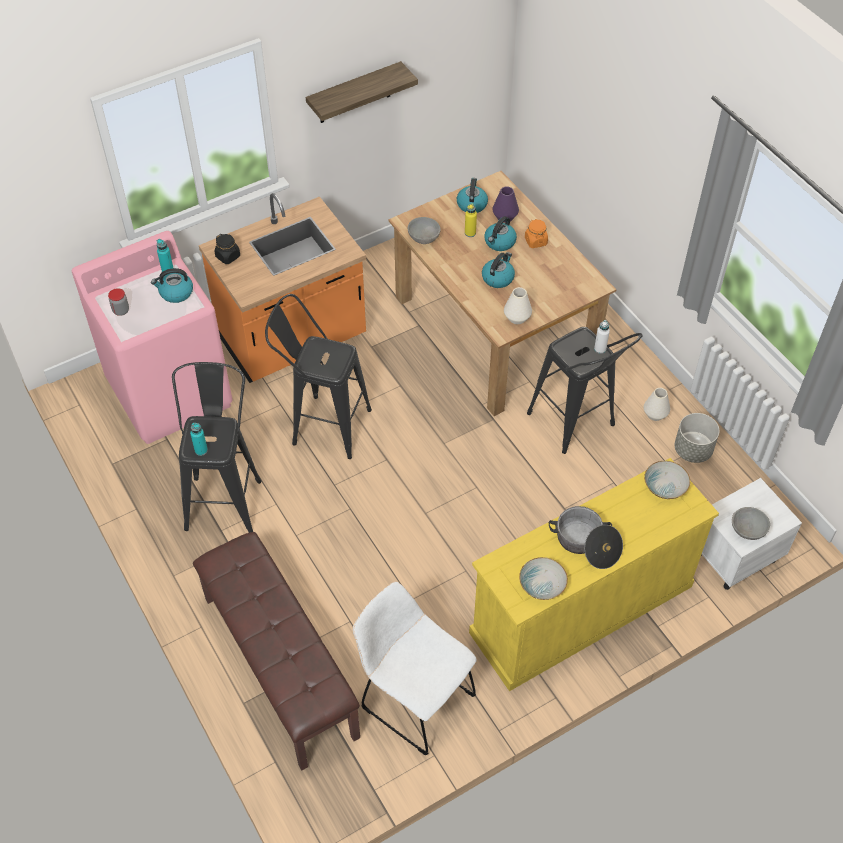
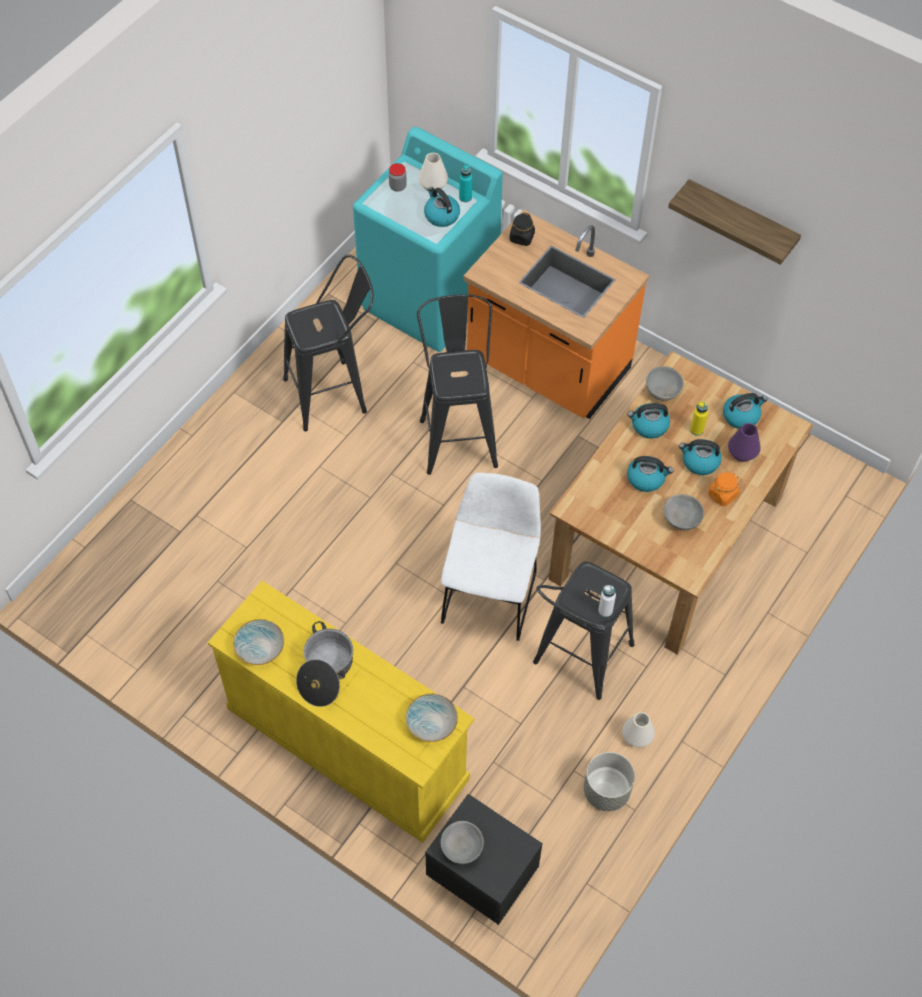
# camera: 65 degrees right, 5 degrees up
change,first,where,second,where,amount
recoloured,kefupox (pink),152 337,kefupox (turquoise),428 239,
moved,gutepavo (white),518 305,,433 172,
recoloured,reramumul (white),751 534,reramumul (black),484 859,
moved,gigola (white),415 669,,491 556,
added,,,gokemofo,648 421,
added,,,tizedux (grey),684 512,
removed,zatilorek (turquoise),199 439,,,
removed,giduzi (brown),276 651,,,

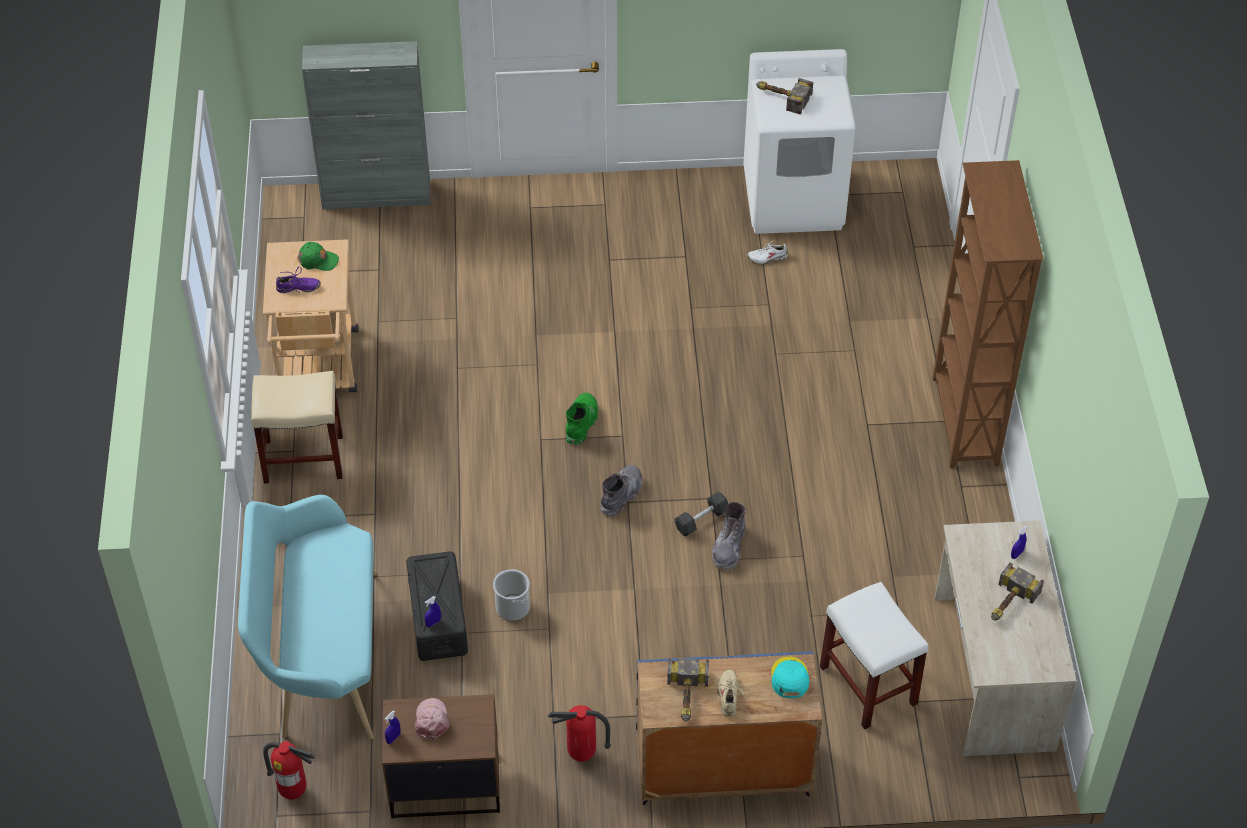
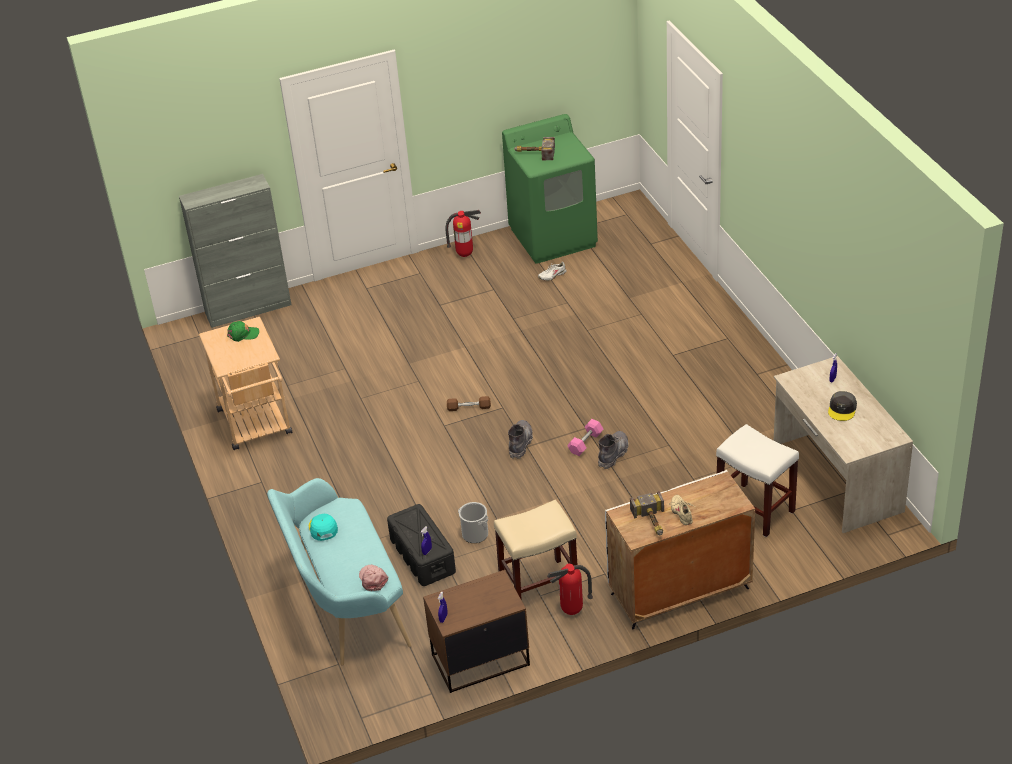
# camera: 15 degrees left, 10 degrees down
change,first,where,second,where,amount
moved,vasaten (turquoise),790 677,,323 527,
moved,vasaten (pink),432 719,,373 578,
moved,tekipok,289 770,,463 233,
replaced,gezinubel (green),582 419,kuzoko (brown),469 403,
moved,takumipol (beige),297 427,,535 550,
recoloured,kefupox (white),799 141,kefupox (green),550 189,
recoloured,kuzoko (grey),701 514,kuzoko (pink),585 437,
turned,gezinubel (grey),729 536,,613 450,150 degrees counterclockwise
recoloured,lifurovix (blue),729 728,lifurovix (white),680 549,
replaced,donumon,1017 591,vasaten (grey),842 406,
removed,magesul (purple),298 279,,,
removed,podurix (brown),988 314,,,

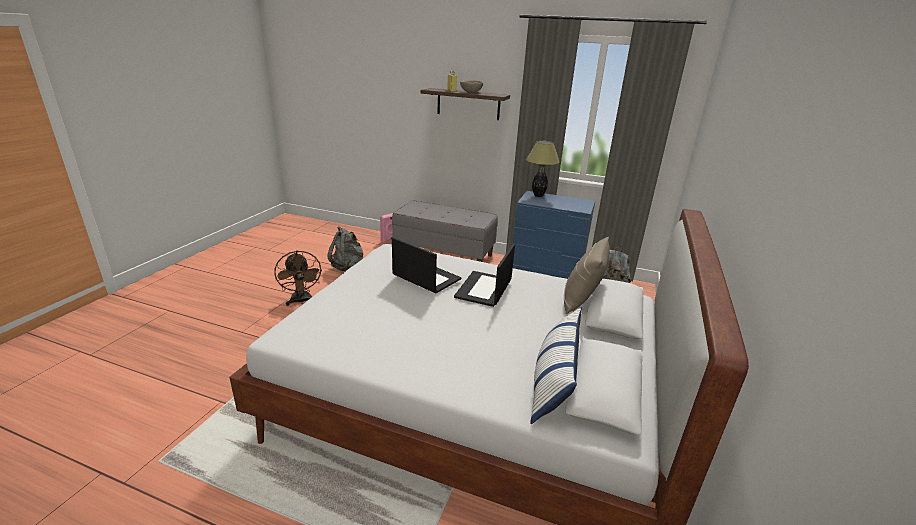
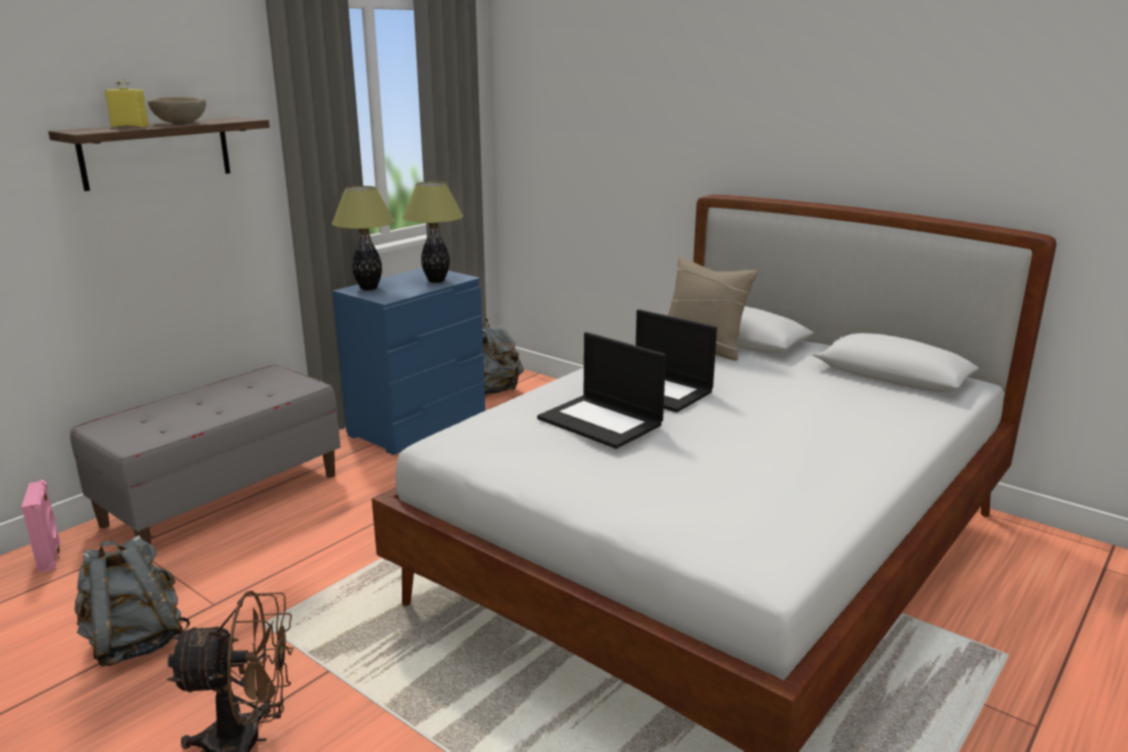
# camera: 70 degrees left, 5 degrees down
change,first,where,second,where,amount
added,,,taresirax,433 232,
turned,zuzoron,426 265,,601 390,105 degrees counterclockwise
removed,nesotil,556 365,,,

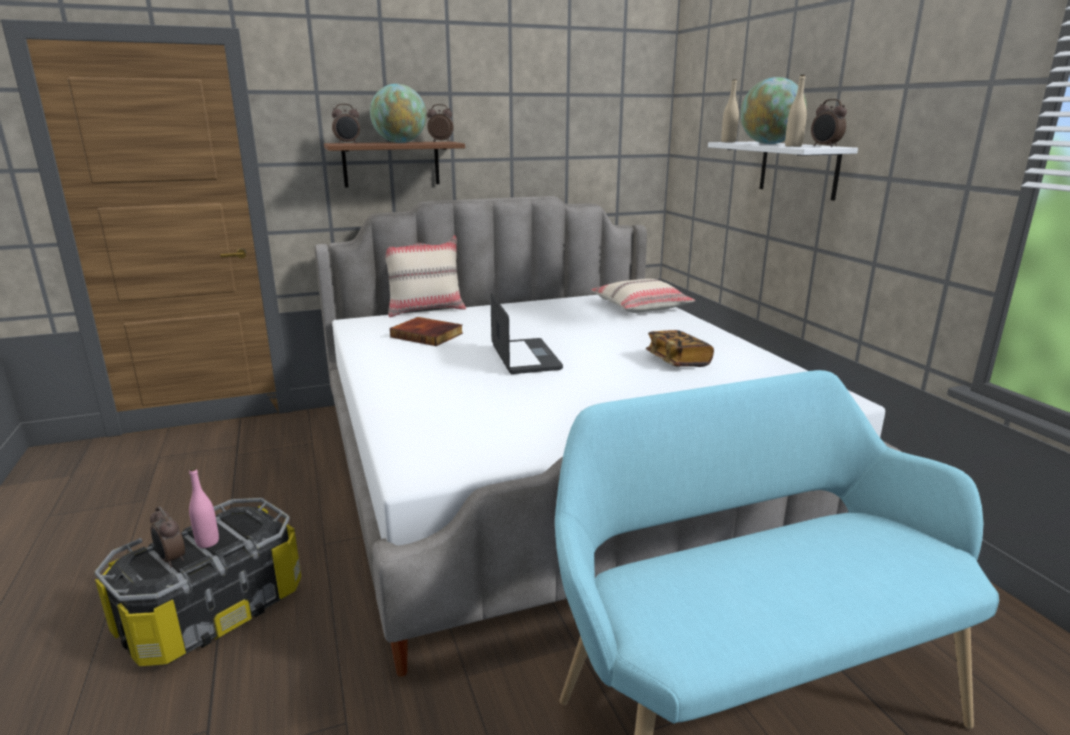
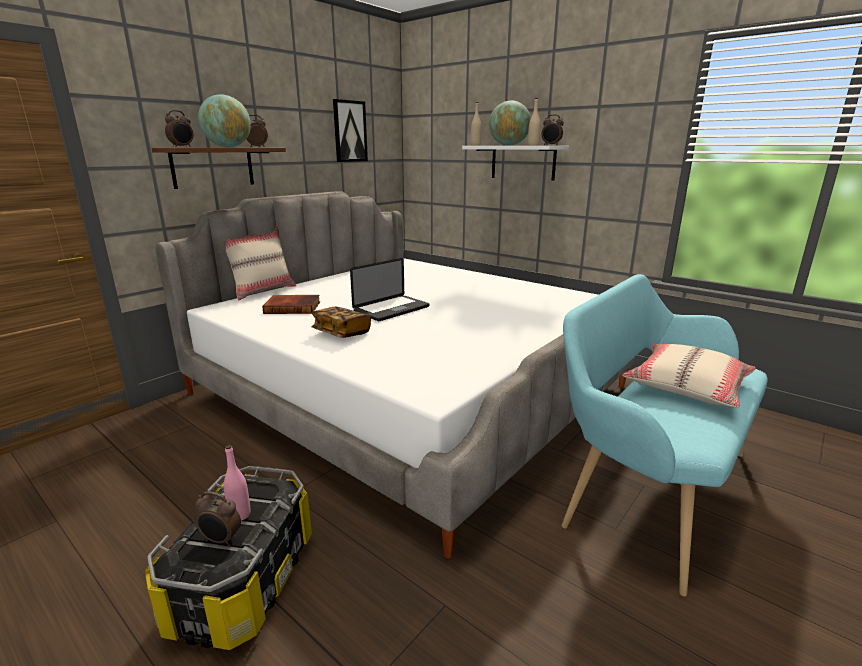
# camera: 30 degrees left, 0 degrees up
change,first,where,second,where,amount
moved,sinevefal,680 348,,341 322,
added,,,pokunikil,350 130,
turned,zuzoron,526 333,,390 289,90 degrees clockwise
moved,nesotil (beige),643 296,,689 376,

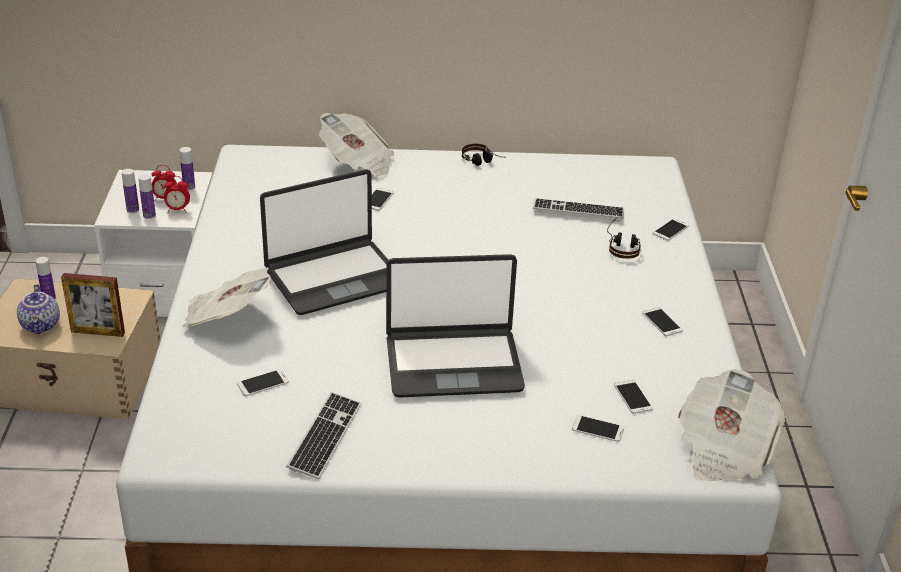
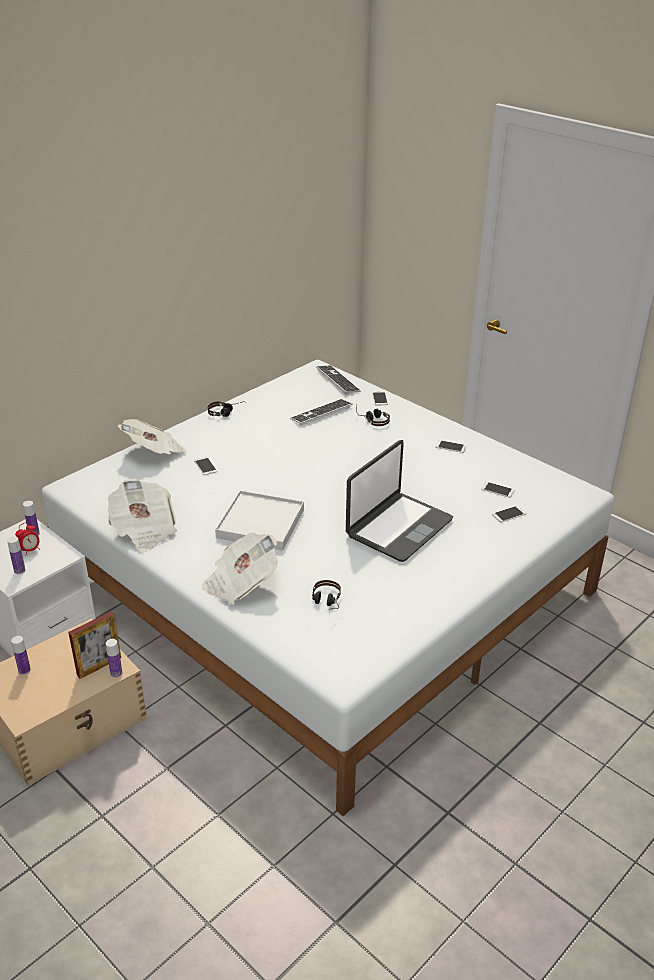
# camera: 45 degrees left, 0 degrees up
change,first,where,second,where,amount
moved,zatilorek,147 196,,114 658,
moved,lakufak,731 425,,142 515,
replaced,zuzoron,324 242,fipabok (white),259 520,
replaced,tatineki,263 382,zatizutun,326 595,
moved,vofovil,323 435,,338 379,
removed,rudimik,38 309,,,
removed,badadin,177 194,,,

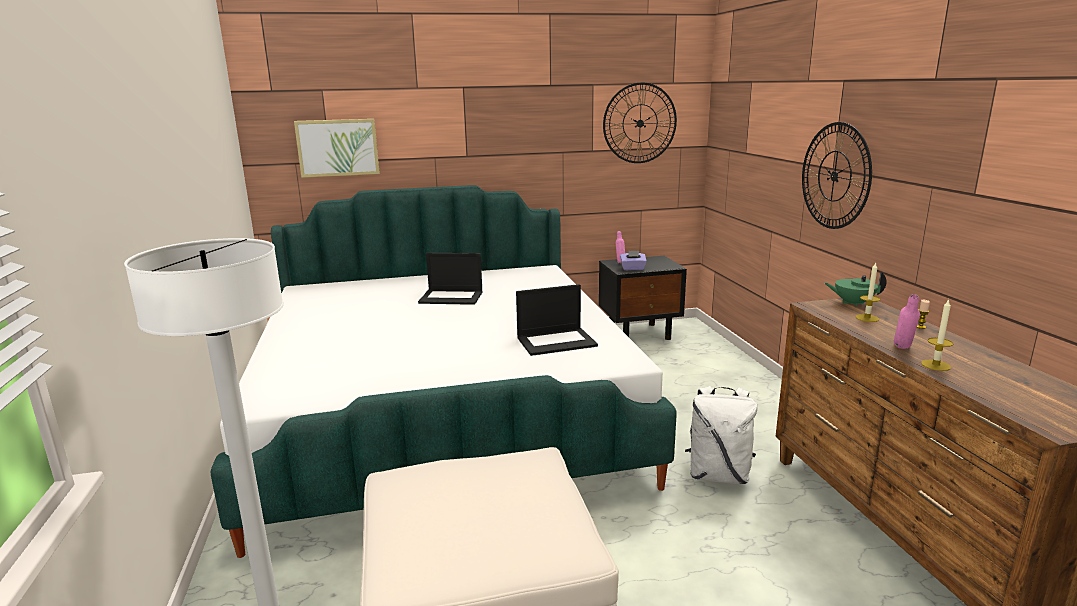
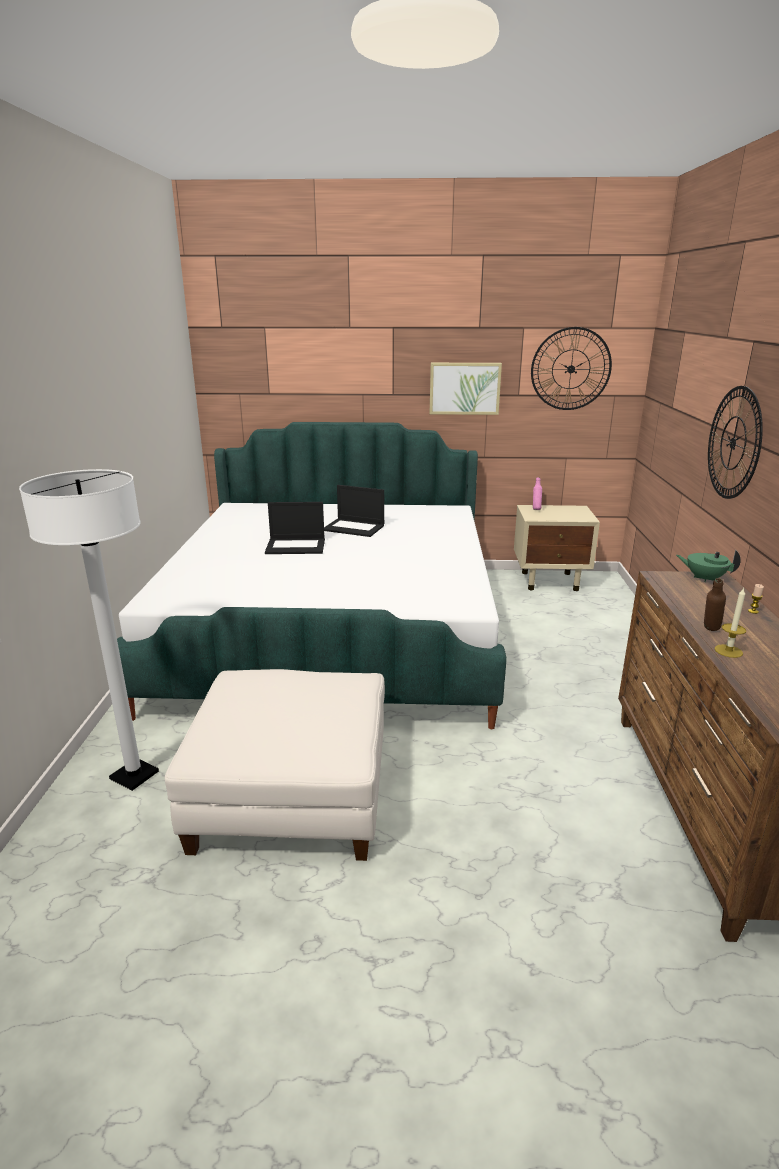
# camera: 15 degrees right, 5 degrees up
change,first,where,second,where,amount
moved,zuzoron,557 320,,295 528,
moved,pokunikil,337 148,,466 389,
recoloured,reramumul (black),643 298,reramumul (beige),557 548,
recoloured,zatilorek (pink),907 321,zatilorek (brown),715 604,
removed,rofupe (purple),633 260,,,
removed,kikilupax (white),721 435,,,
removed,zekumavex,868 292,,,

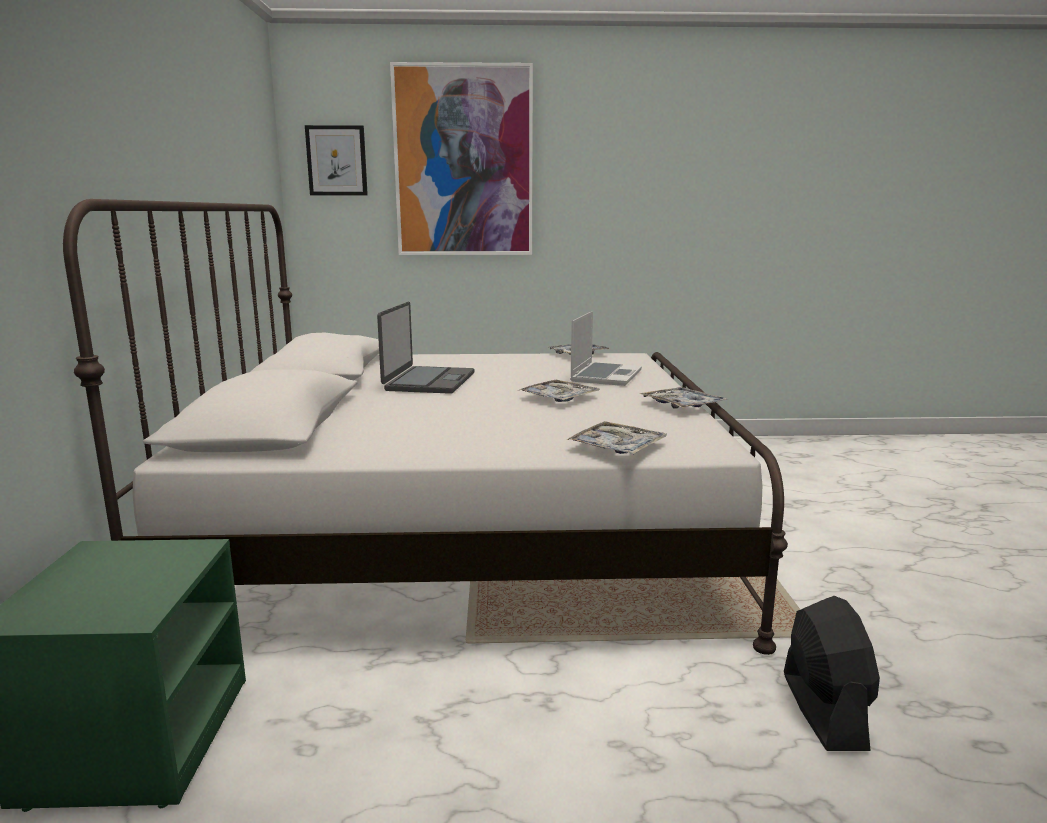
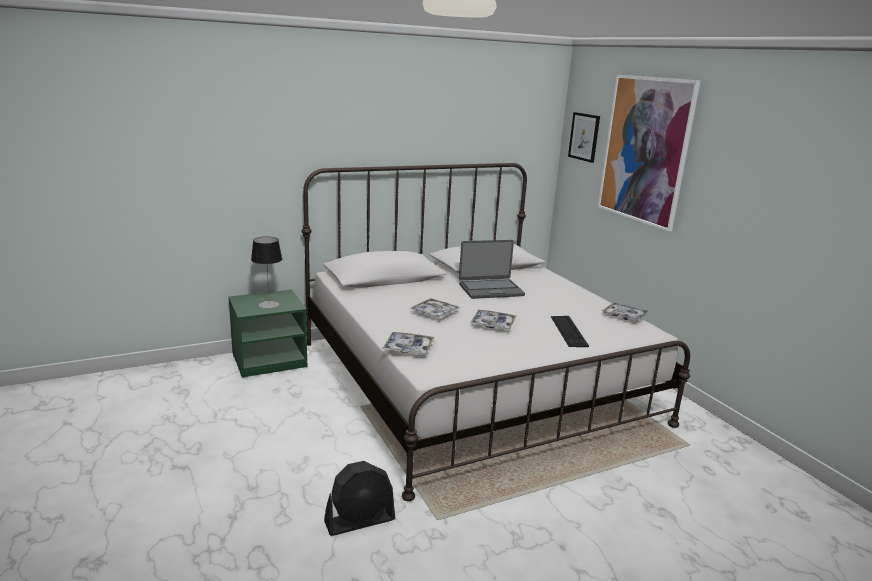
# camera: 65 degrees right, 5 degrees up
change,first,where,second,where,amount
added,,,taresirax,266 273,
moved,fipabok,684 398,,435 308,
replaced,zuzoron,606 348,vofovil,570 331,

